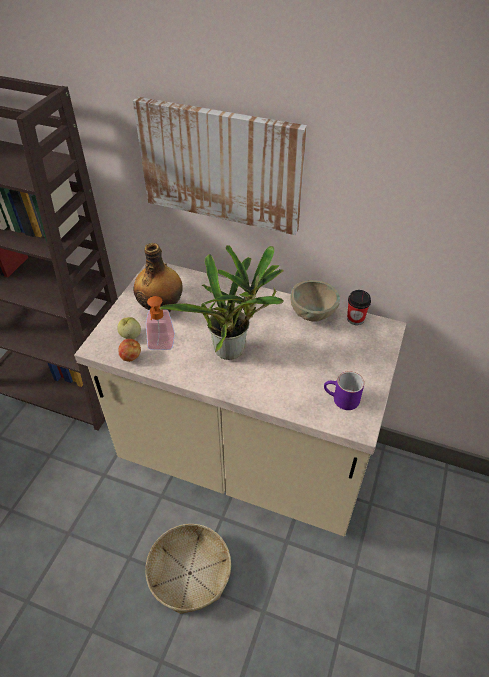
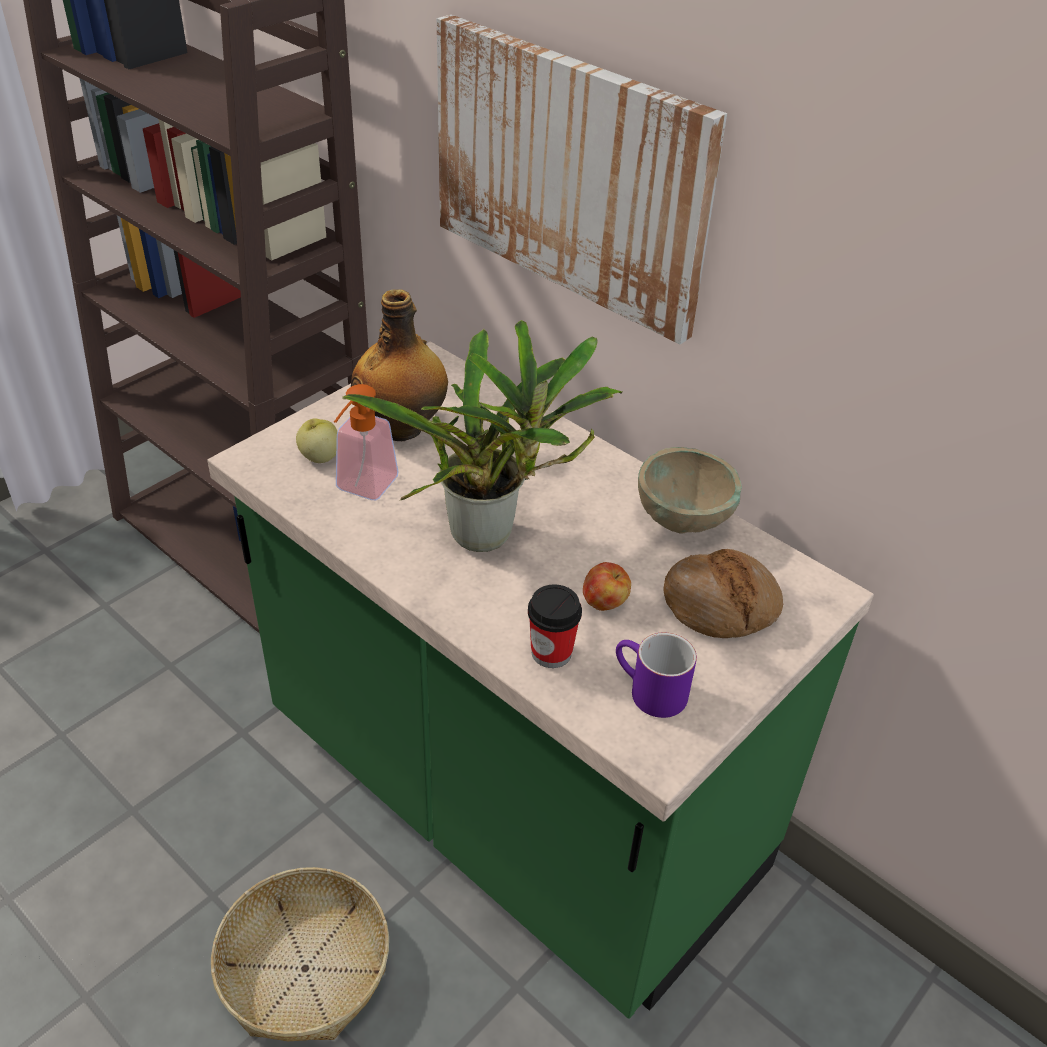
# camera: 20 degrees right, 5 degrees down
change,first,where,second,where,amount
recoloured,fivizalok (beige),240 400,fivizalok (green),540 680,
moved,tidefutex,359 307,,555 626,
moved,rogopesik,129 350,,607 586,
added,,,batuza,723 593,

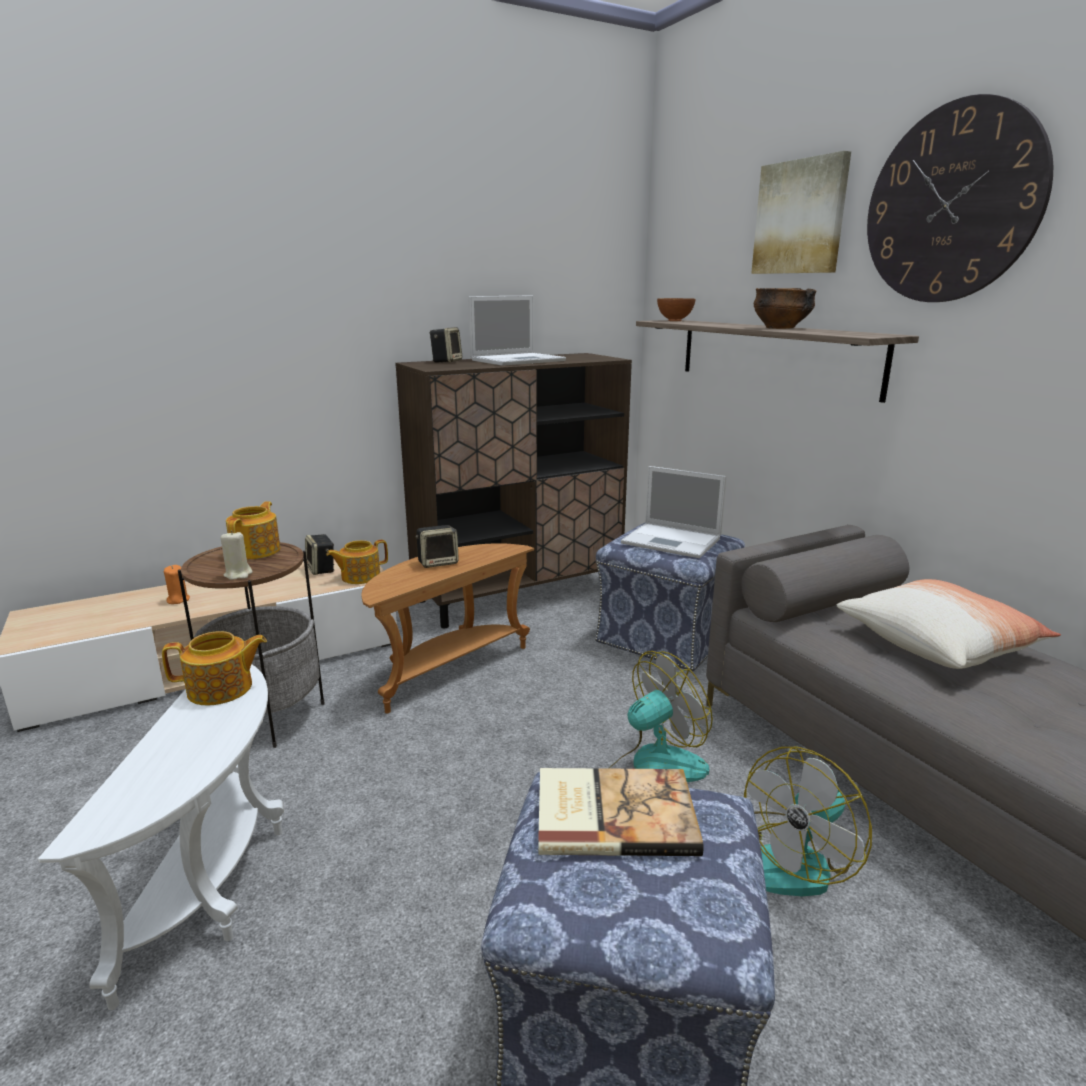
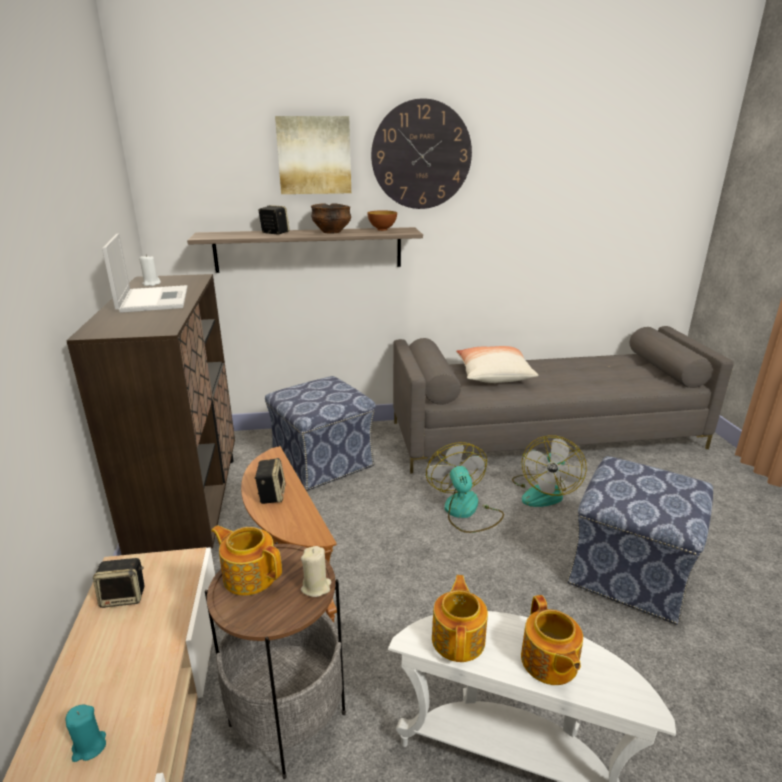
# camera: 70 degrees left, 5 degrees up
change,first,where,second,where,amount
recoloured,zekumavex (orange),177 584,zekumavex (turquoise),85 733,
added,,,zekumavex (white),150 270,
moved,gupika,445 345,,274 220,
moved,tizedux,676 309,,382 220,
turned,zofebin,808 821,,549 471,45 degrees clockwise
moved,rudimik,357 562,,552 640,
removed,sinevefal,621 812,,,
removed,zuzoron,673 512,,,

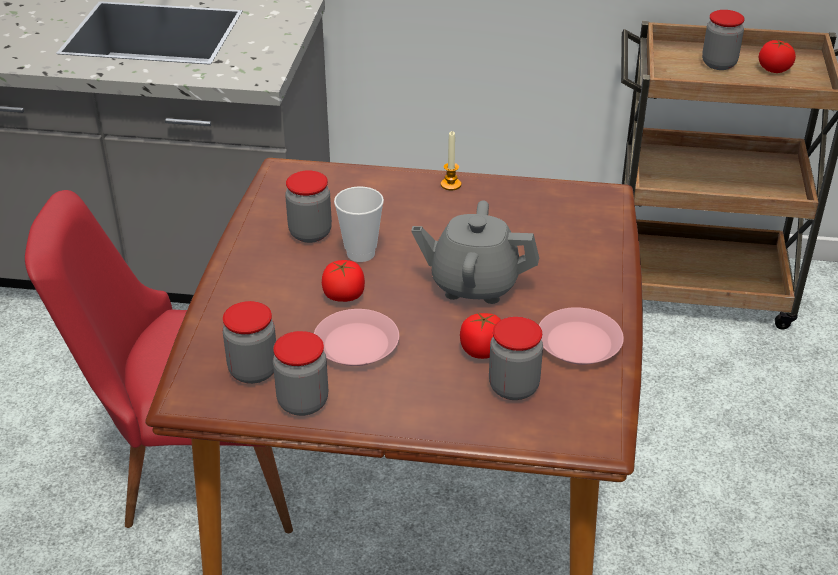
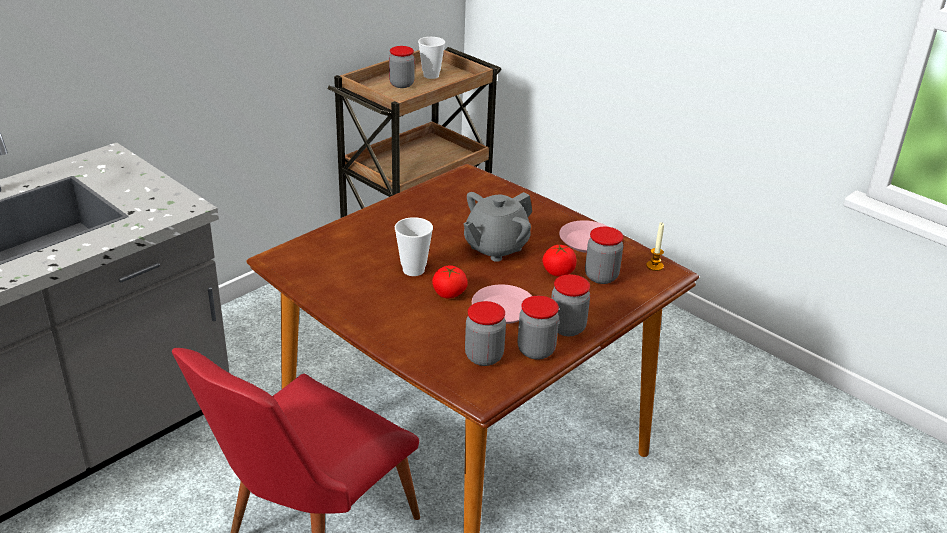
# camera: 55 degrees left, 5 degrees down
change,first,where,second,where,amount
replaced,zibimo,777 56,tidefutex,431 58,
moved,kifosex,308 206,,570 305,
moved,zekumavex,451 161,,655 246,

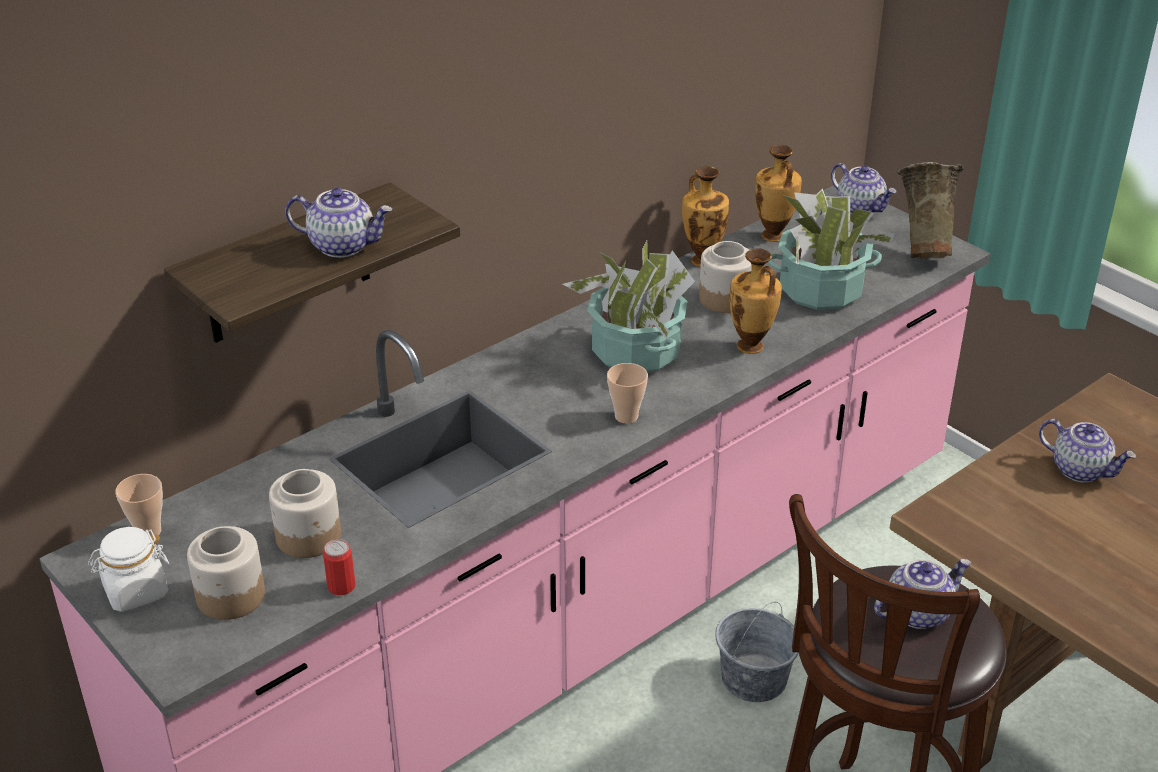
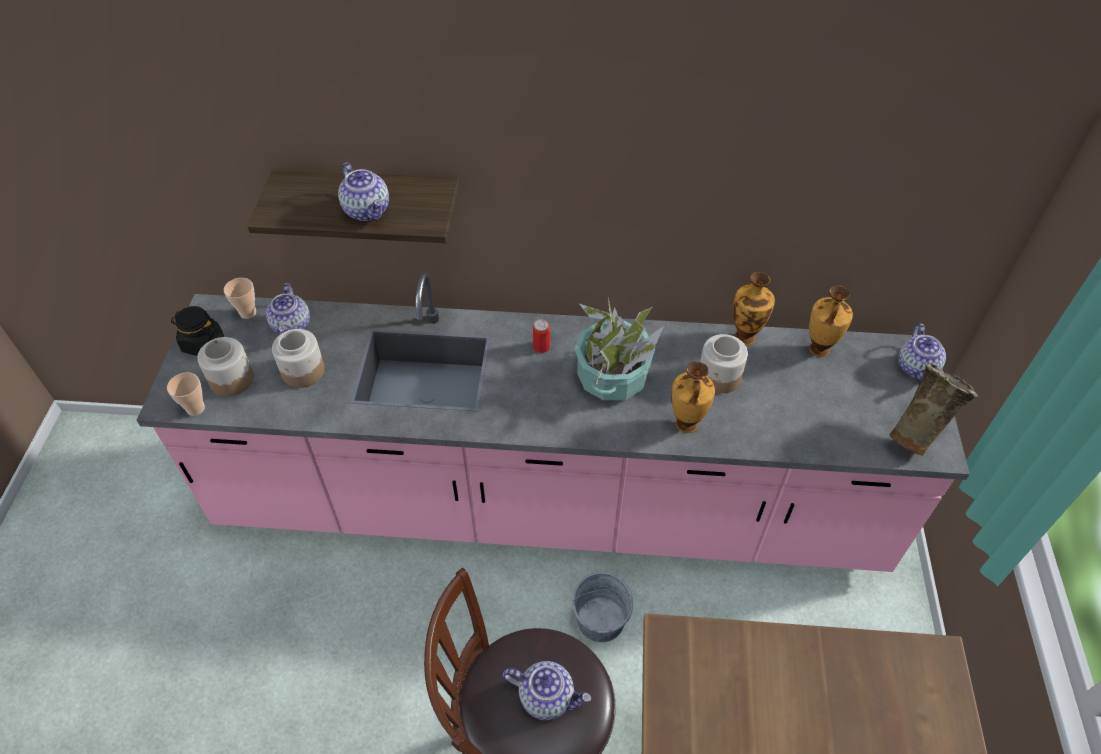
# camera: 45 degrees right, 15 degrees up
change,first,where,second,where,amount
moved,tidefutex,627 393,,186 394,
recoloured,kifosex (white),128 569,kifosex (black),197 331,
moved,rudimik,1087 450,,288 309,
moved,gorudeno,339 567,,541 336,
removed,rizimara,831 249,,,

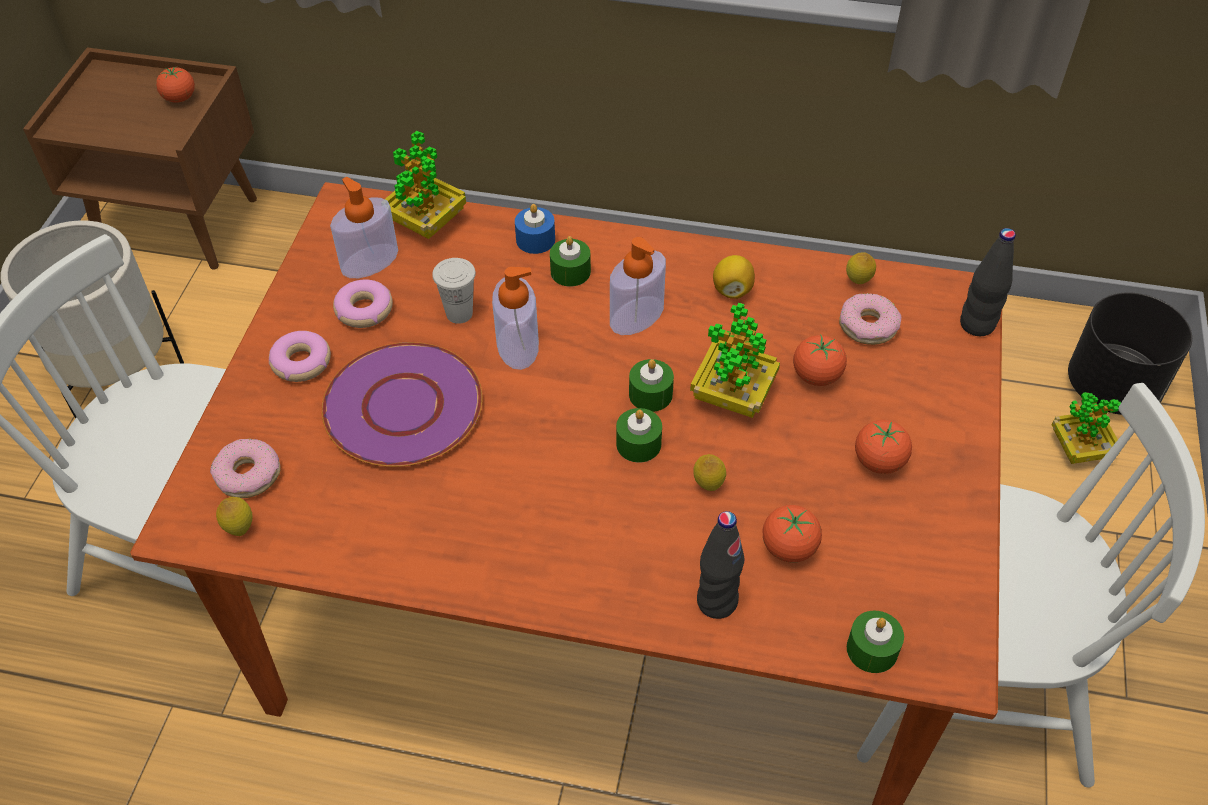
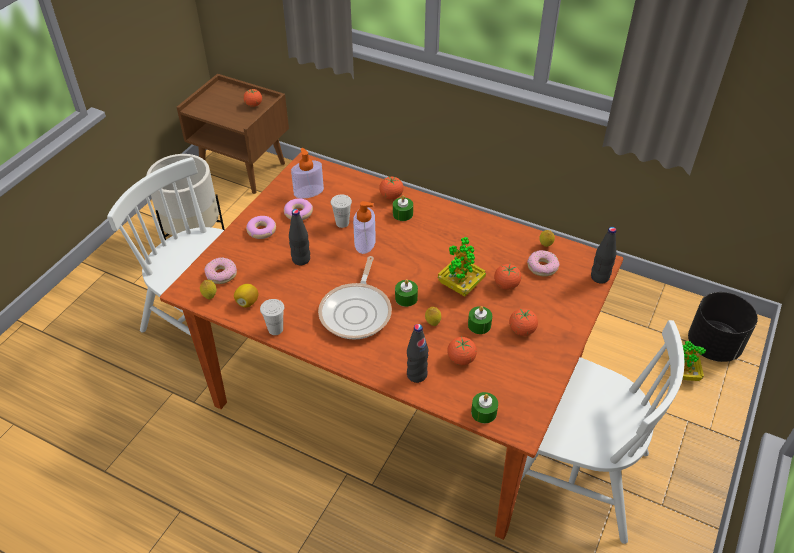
# camera: 15 degrees right, 5 degrees down
change,first,where,second,where,amount
moved,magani,734 277,,246 296,
added,,,tidefutex (white),272 317,
replaced,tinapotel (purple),402 404,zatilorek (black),299 237,
added,,,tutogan,355 298,
replaced,zekumavex (blue),535 229,zibimo,391 187,
moved,zekumavex (green),651 385,,480 320,
removed,rizimara,425 185,,,
removed,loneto,638 286,,,

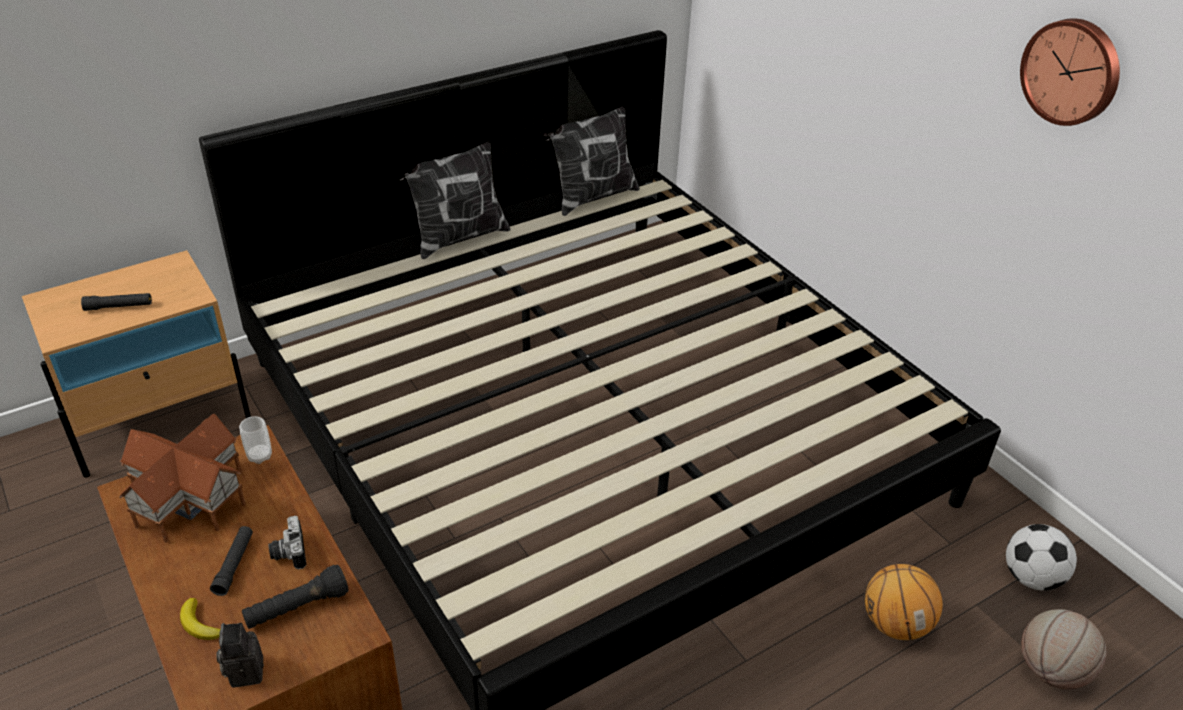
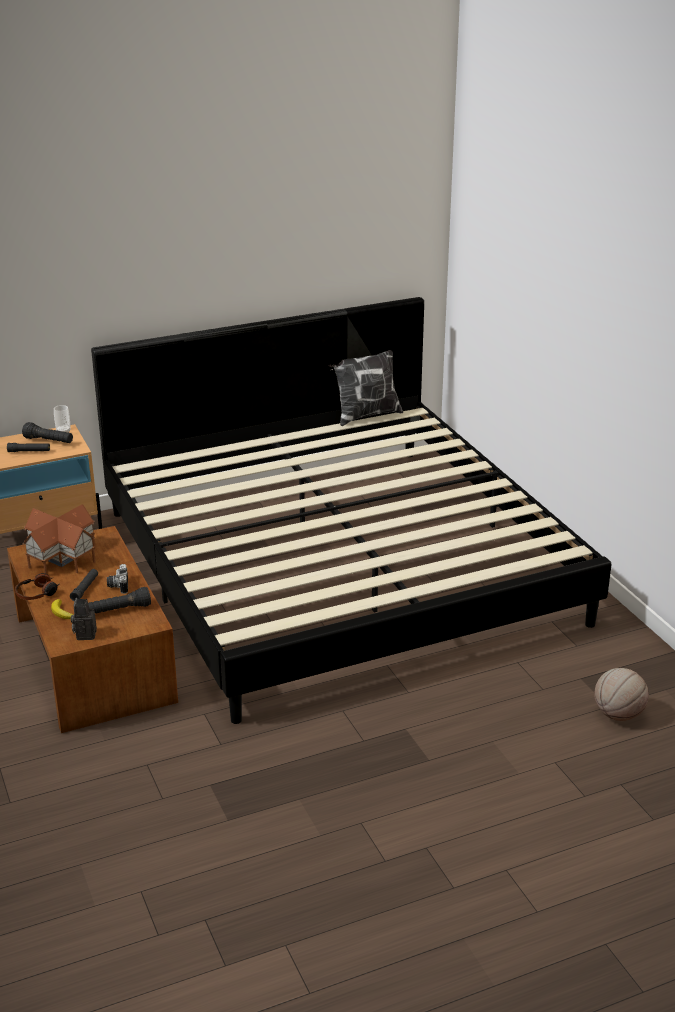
# camera: 10 degrees right, 10 degrees down
change,first,where,second,where,amount
added,,,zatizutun,37 586,
added,,,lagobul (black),47 432,
moved,tidefutex,255 440,,62 419,
removed,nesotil,455 200,,,
removed,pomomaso,904 602,,,
removed,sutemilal,1041 557,,,
removed,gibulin,1070 72,,,

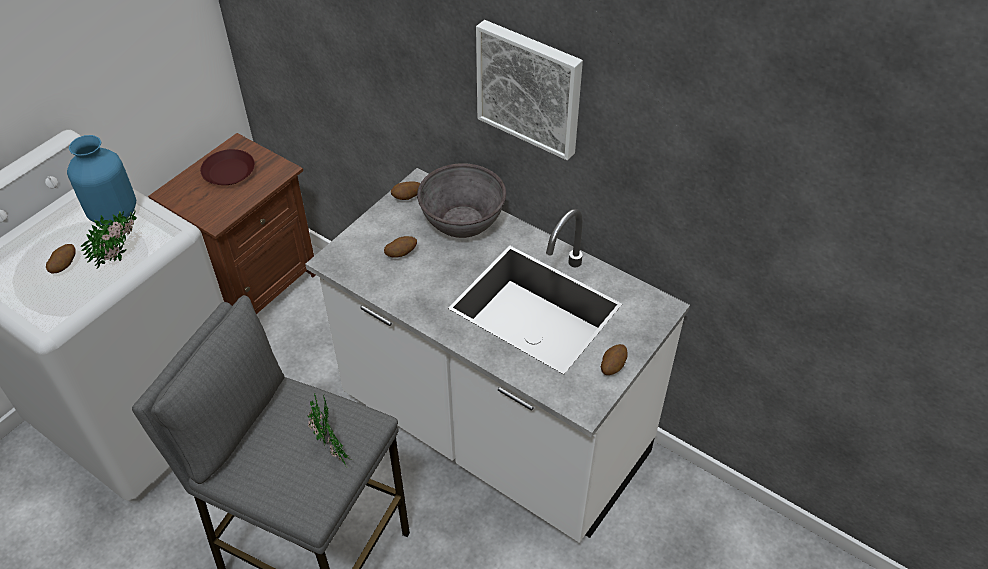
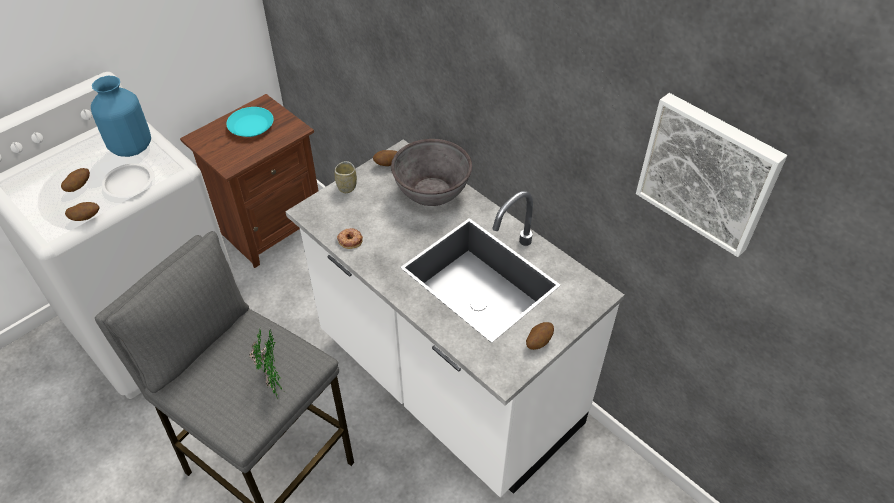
# camera: 10 degrees right, 0 degrees up
change,first,where,second,where,amount
moved,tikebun,400 247,,82 211,
replaced,rizimara,108 240,tinapotel (white),127 180,
recoloured,tinapotel (brown),227 167,tinapotel (turquoise),250 122,
added,,,tidefutex,346 177,
added,,,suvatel,350 238,
moved,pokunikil,529 90,,711 175,

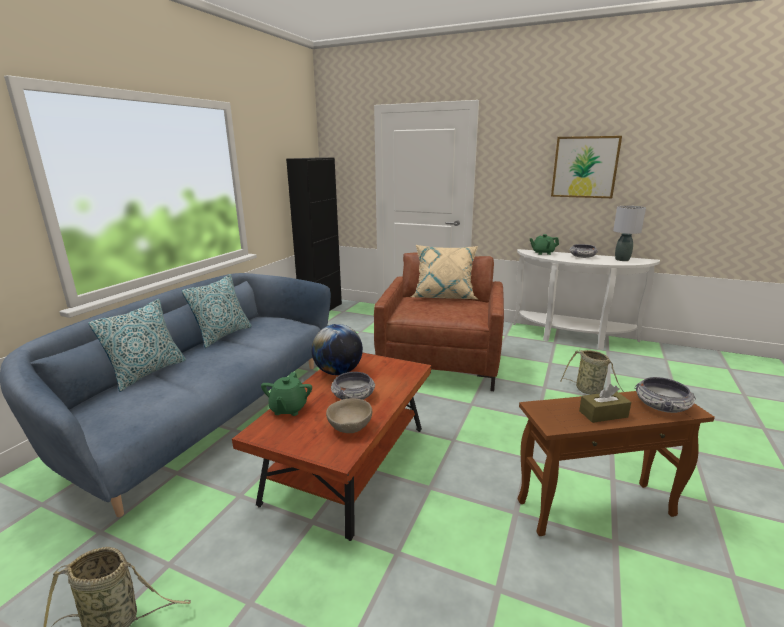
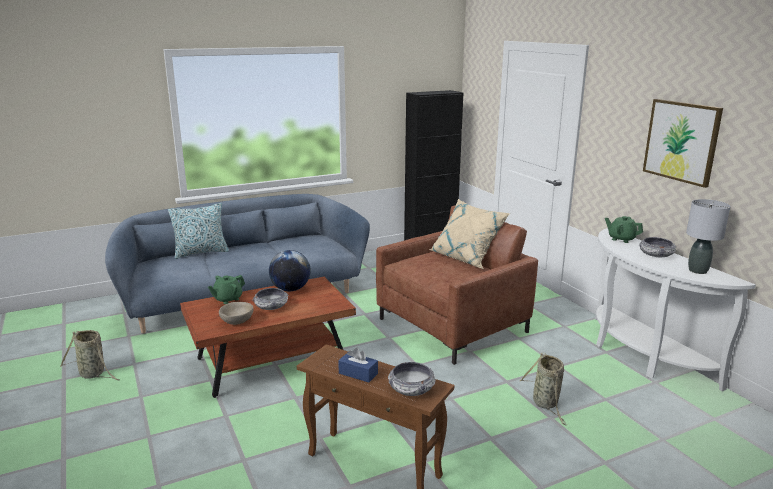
# camera: 40 degrees right, 0 degrees up
change,first,where,second,where,amount
recoloured,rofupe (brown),605 403,rofupe (blue),358 365,
removed,nesotil,217 311,,,

